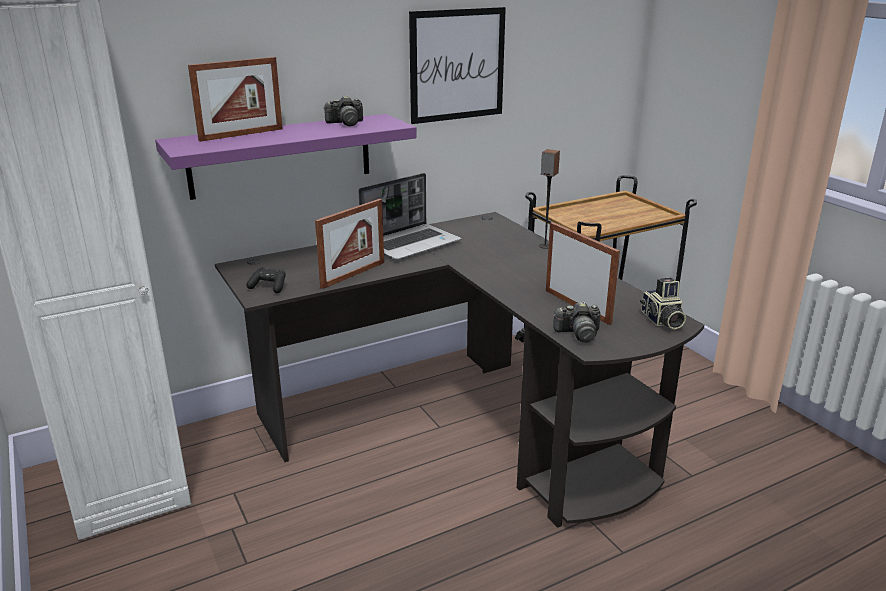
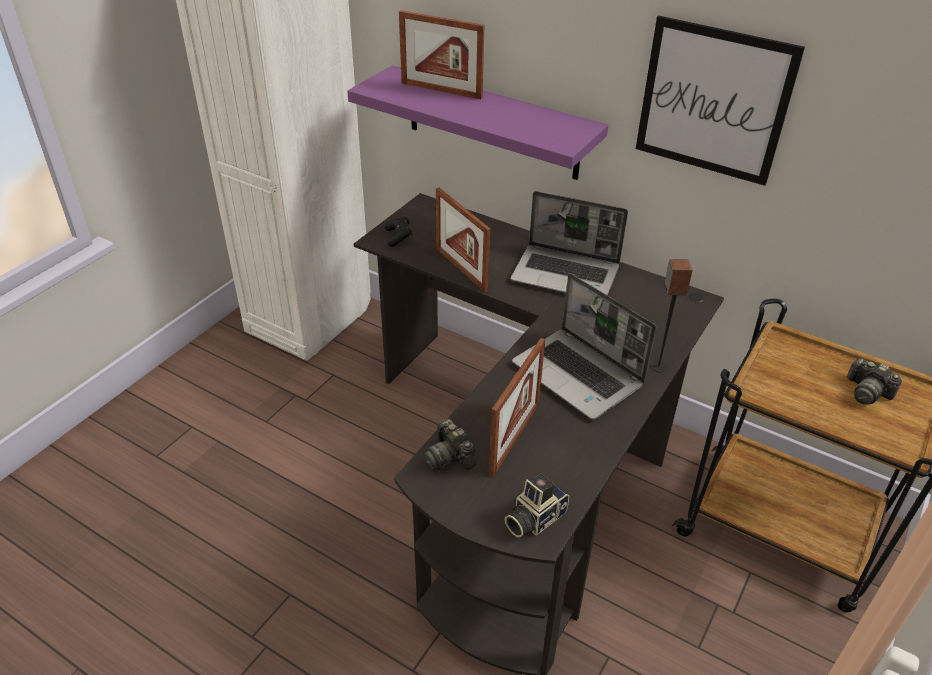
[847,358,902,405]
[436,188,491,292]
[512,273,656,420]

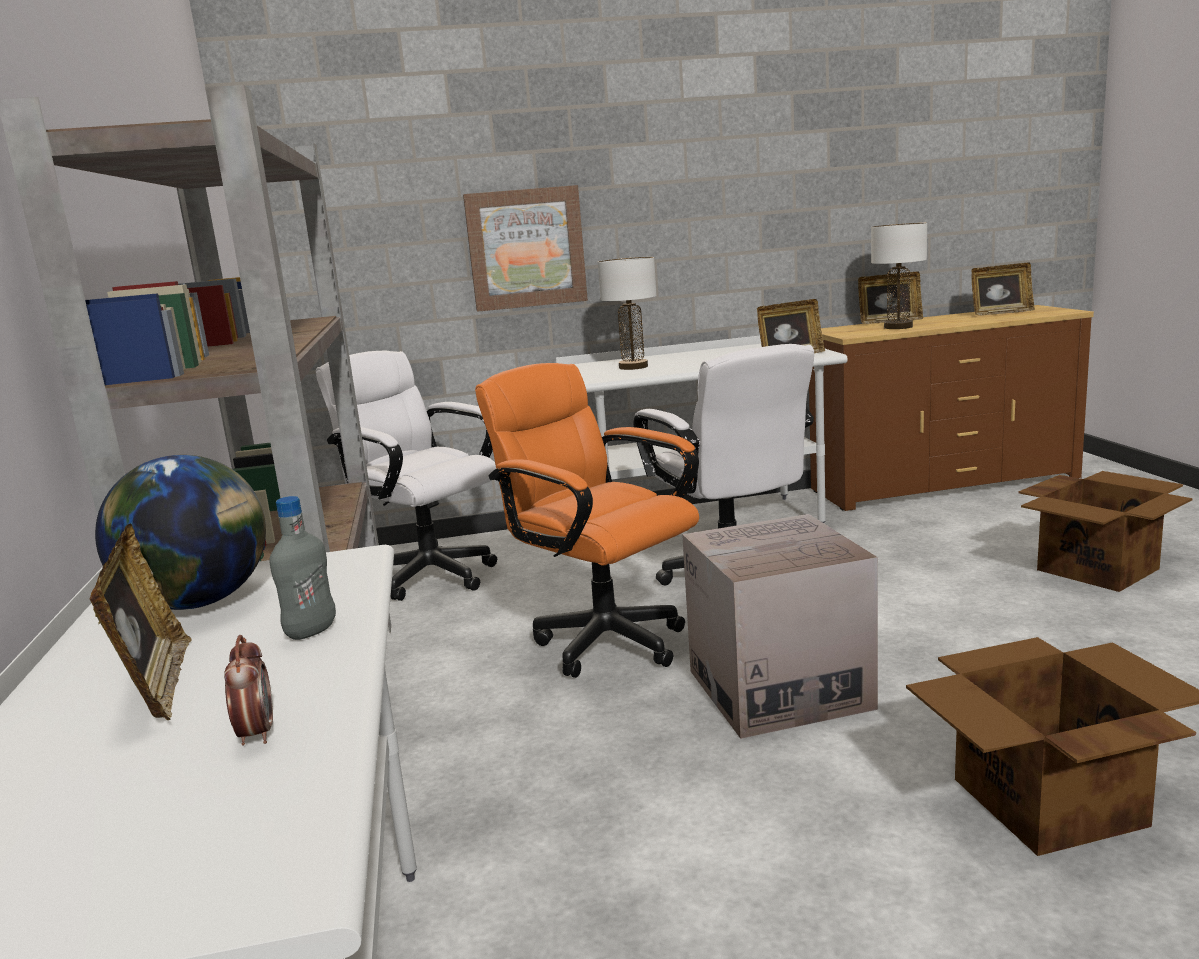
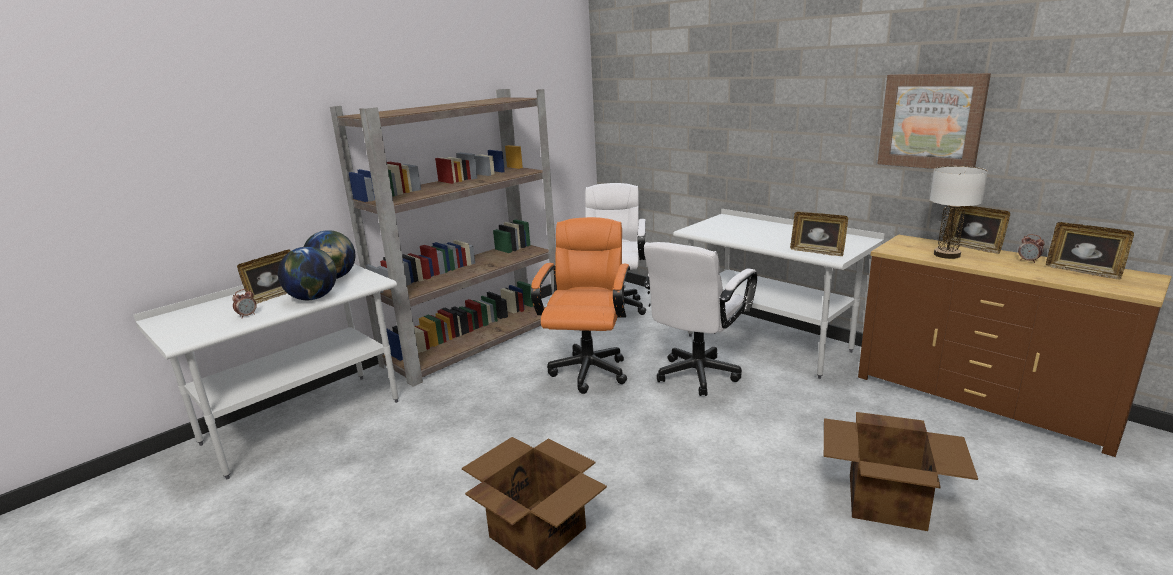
[878,73,991,169]
[598,257,657,370] (first image)
[278,247,337,300]
[682,514,878,739] (first image)
[1018,234,1045,263]

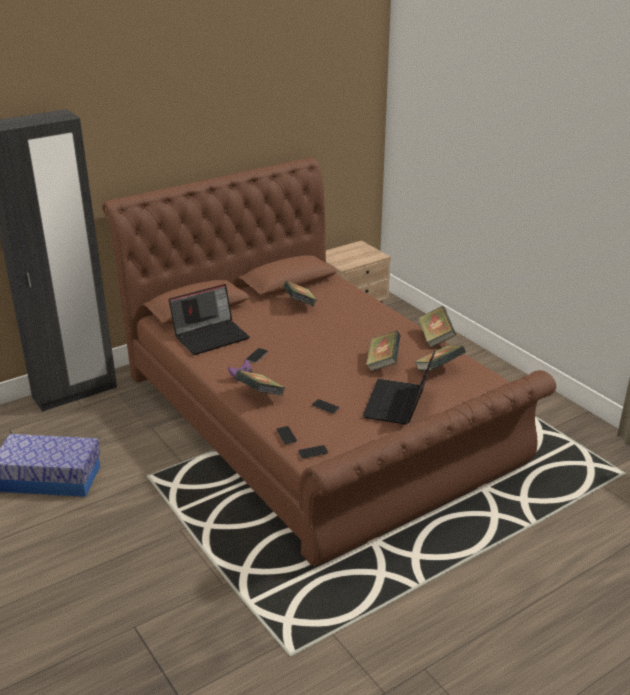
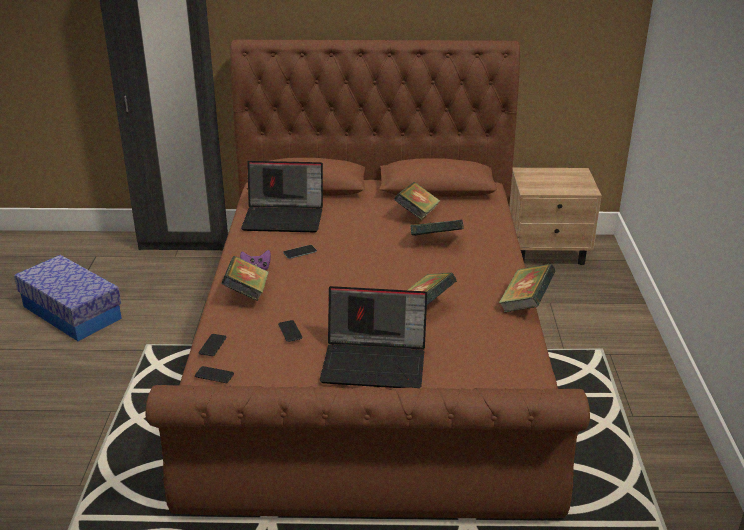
[410,220,464,236]
[320,286,427,388]

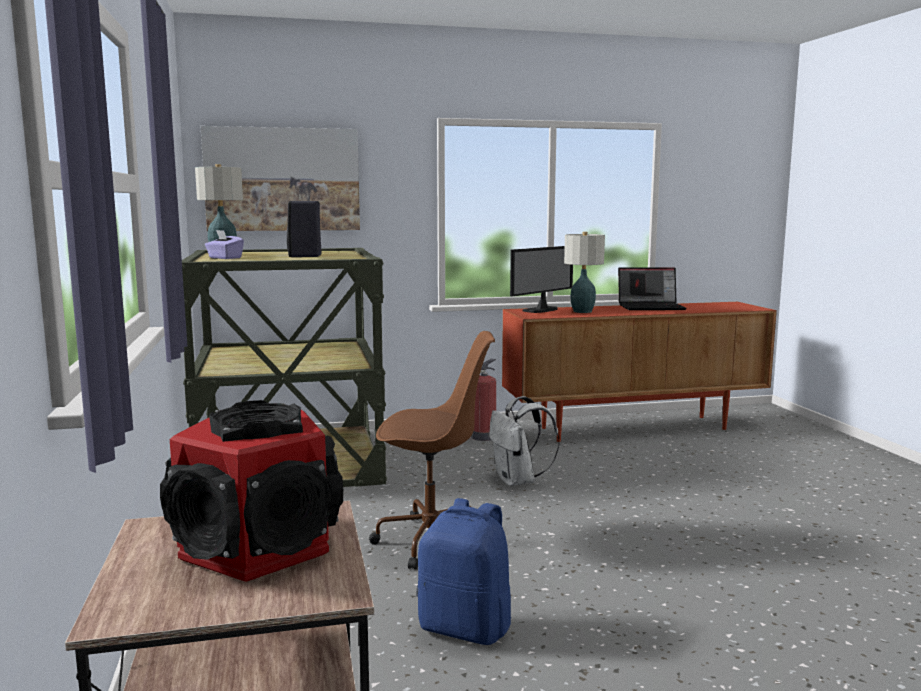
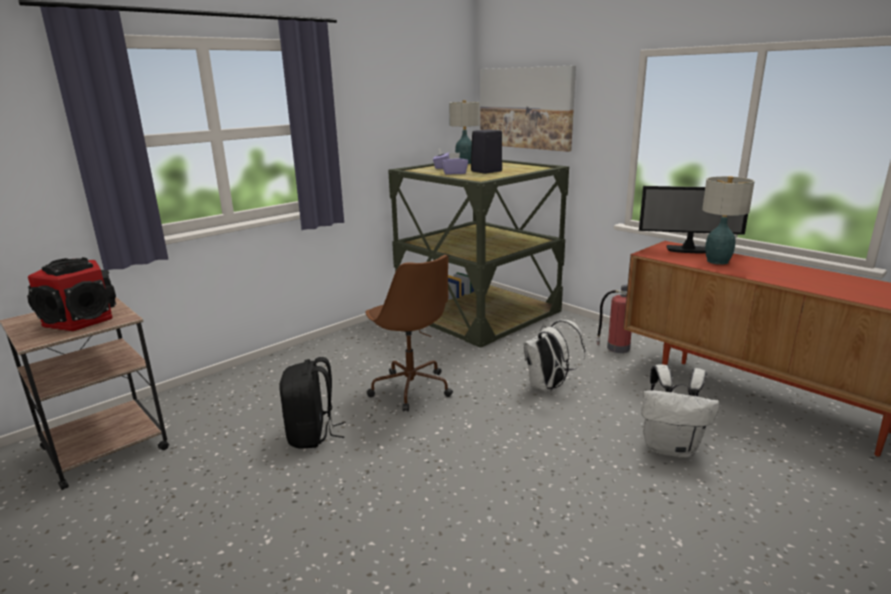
[618,267,687,310] (first image)
[279,357,346,449]
[441,152,468,175]
[641,364,719,458]

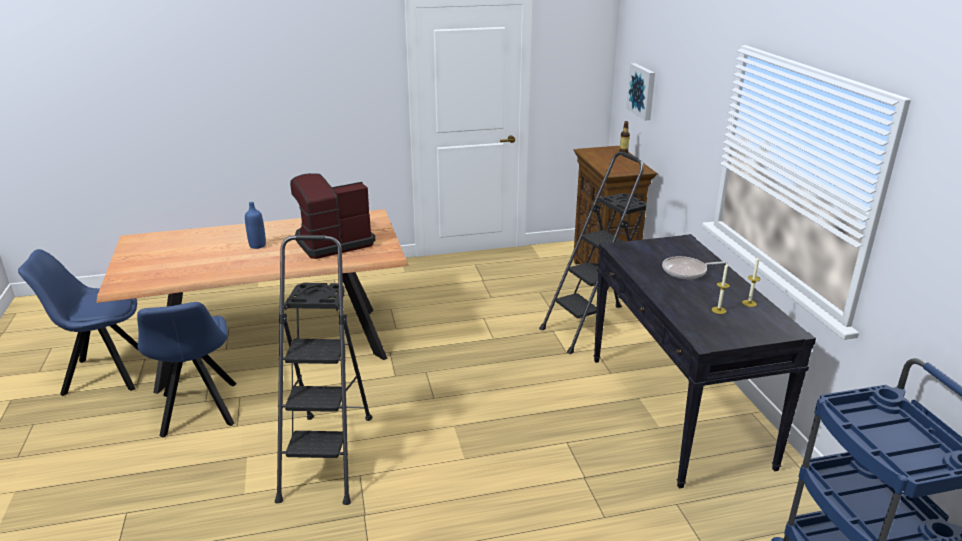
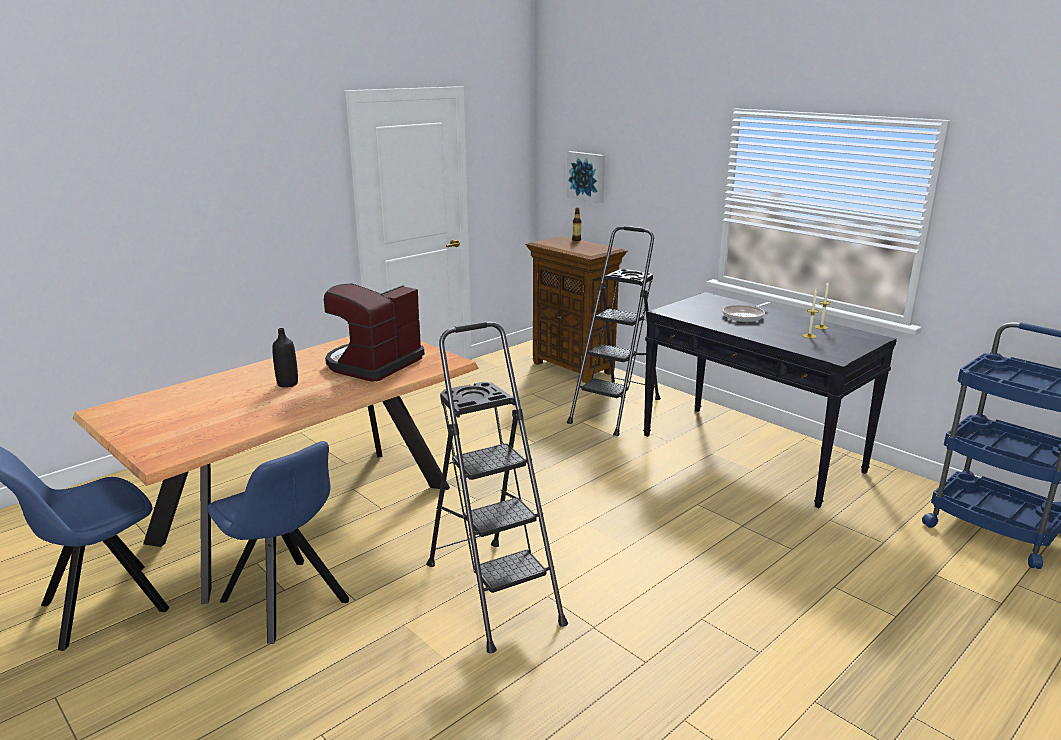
[272,328,298,388]

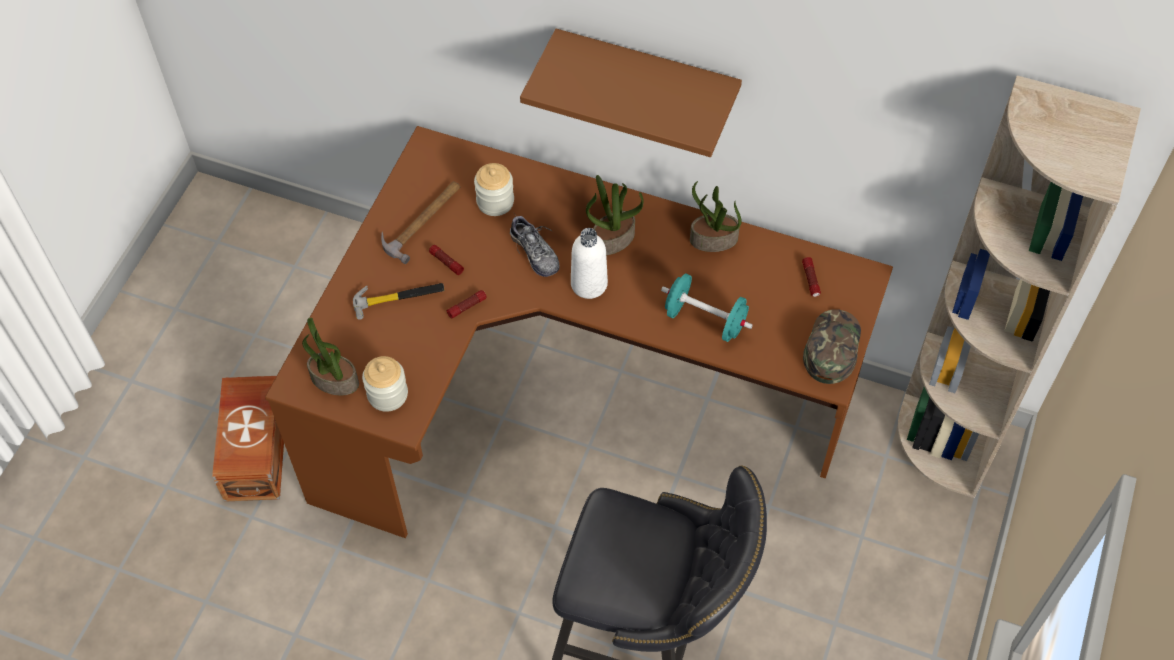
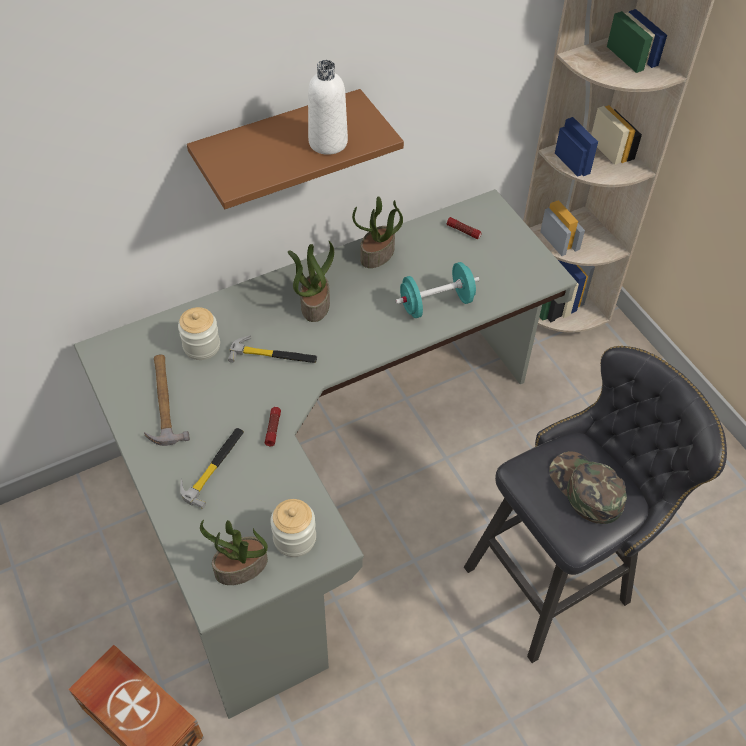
[74,189,577,719]
[228,335,317,363]
[308,60,348,155]
[429,245,464,275] (first image)
[549,451,627,524]

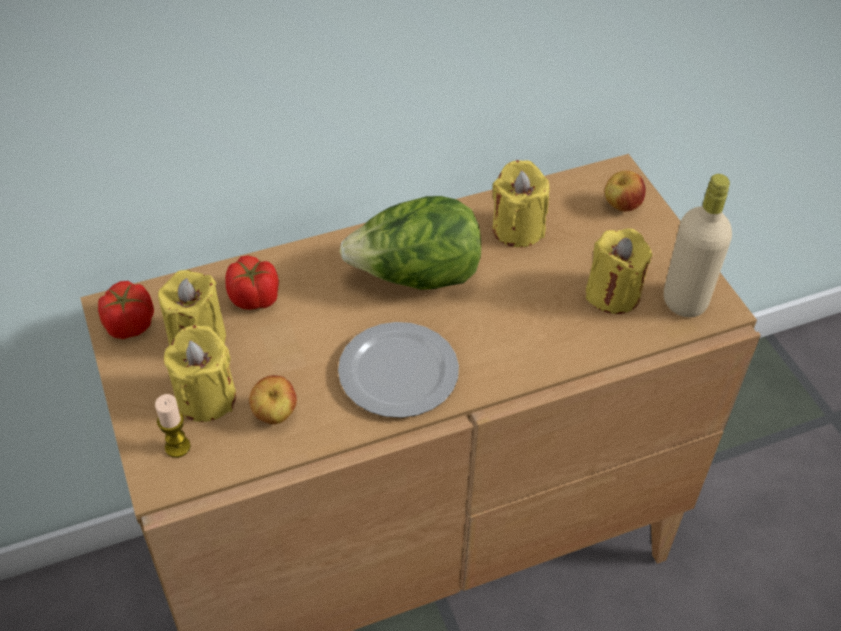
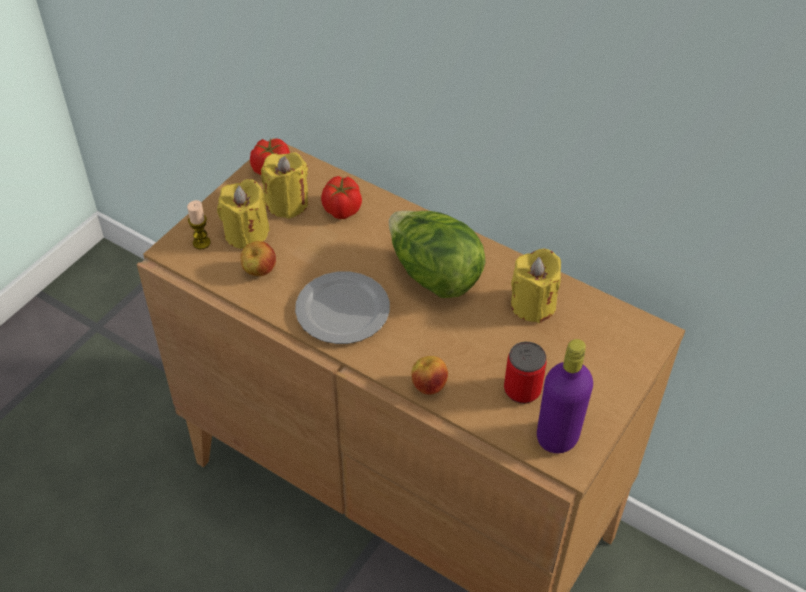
[411,356,448,395]
[537,339,593,453]
[504,342,546,404]

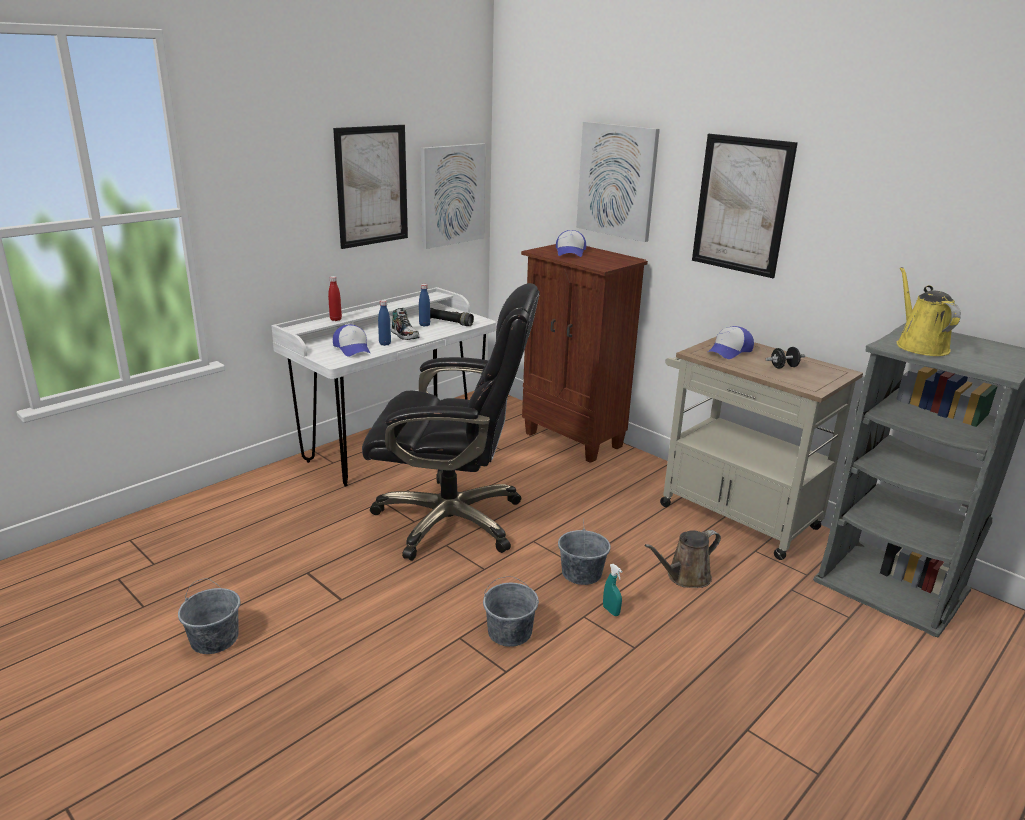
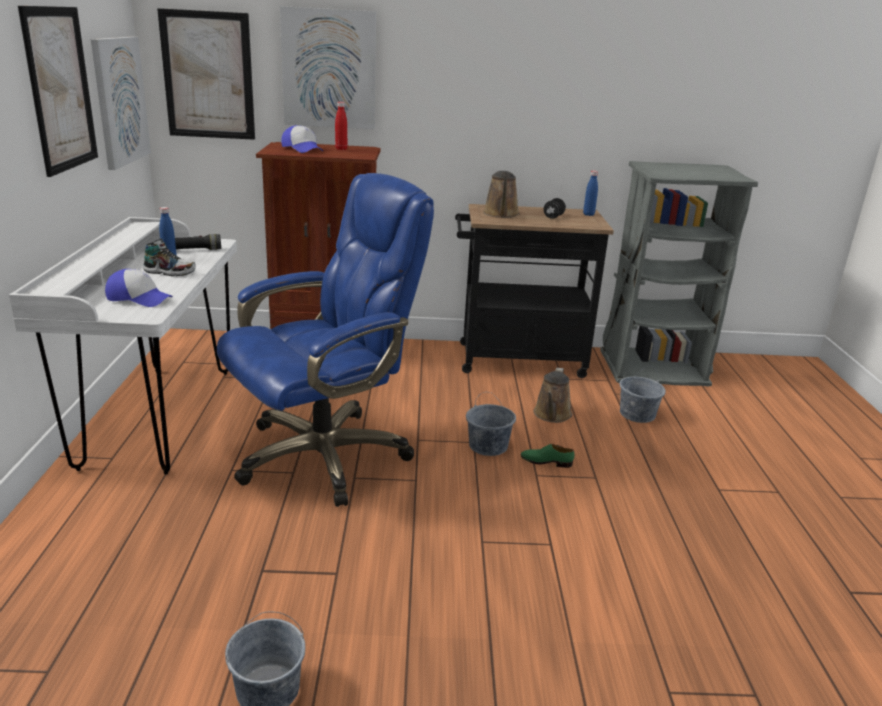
[157,8,255,140]
[897,267,961,356] (first image)
[335,102,347,150]
[217,173,434,507]
[583,171,598,216]
[483,171,520,218]
[455,204,614,378]
[521,444,574,468]
[619,365,666,423]

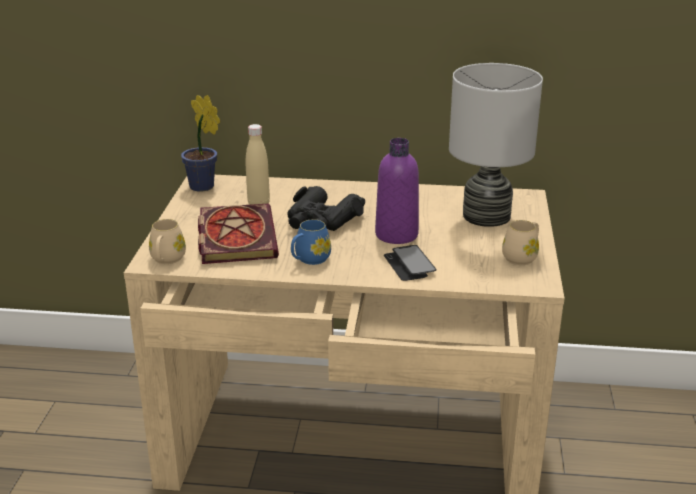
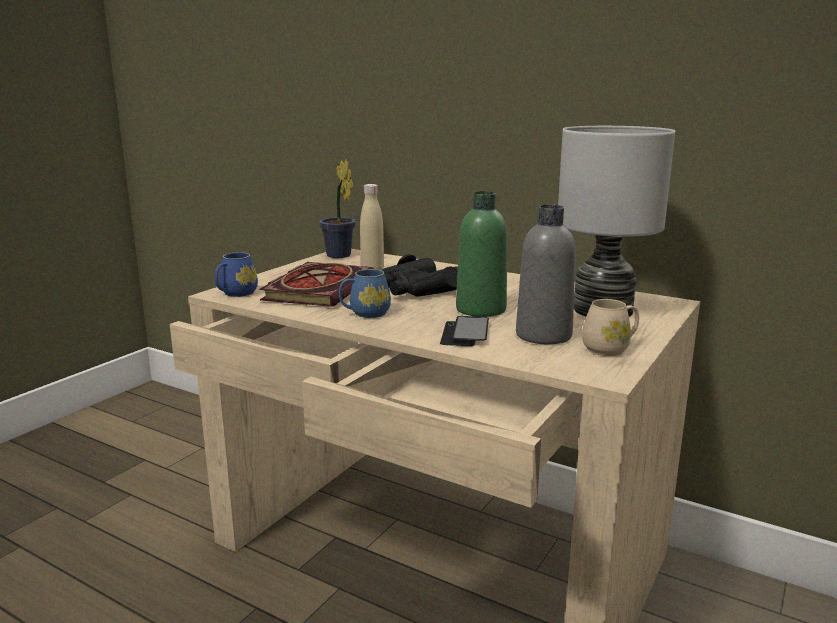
[456,191,507,317]
[214,252,258,297]
[516,205,576,344]

